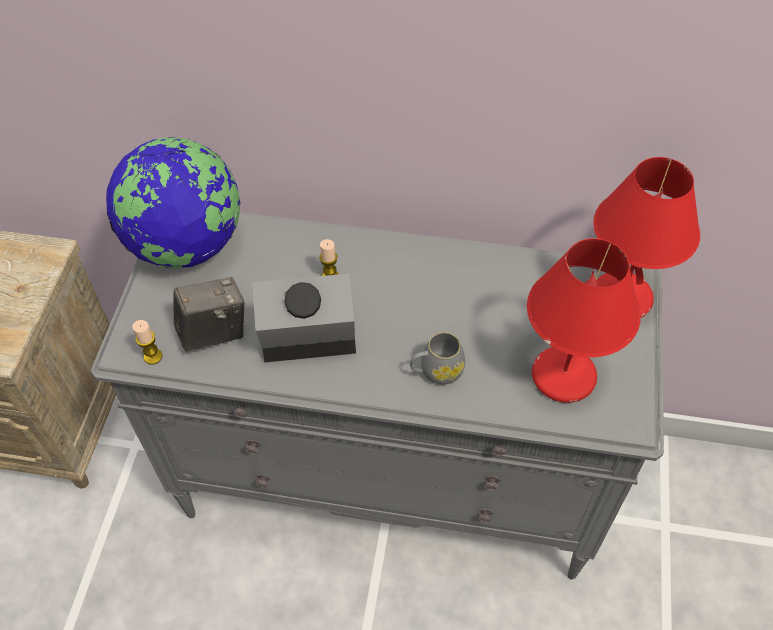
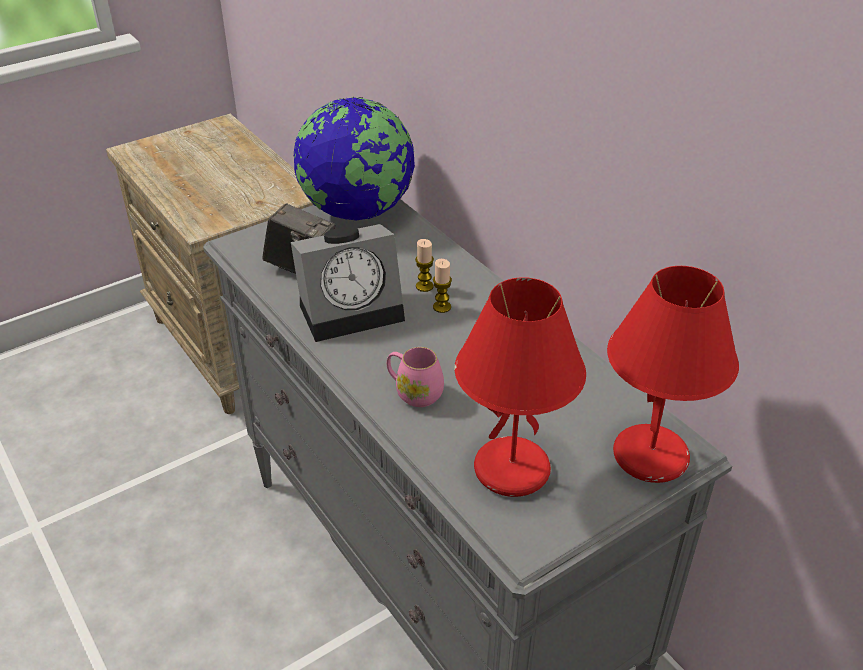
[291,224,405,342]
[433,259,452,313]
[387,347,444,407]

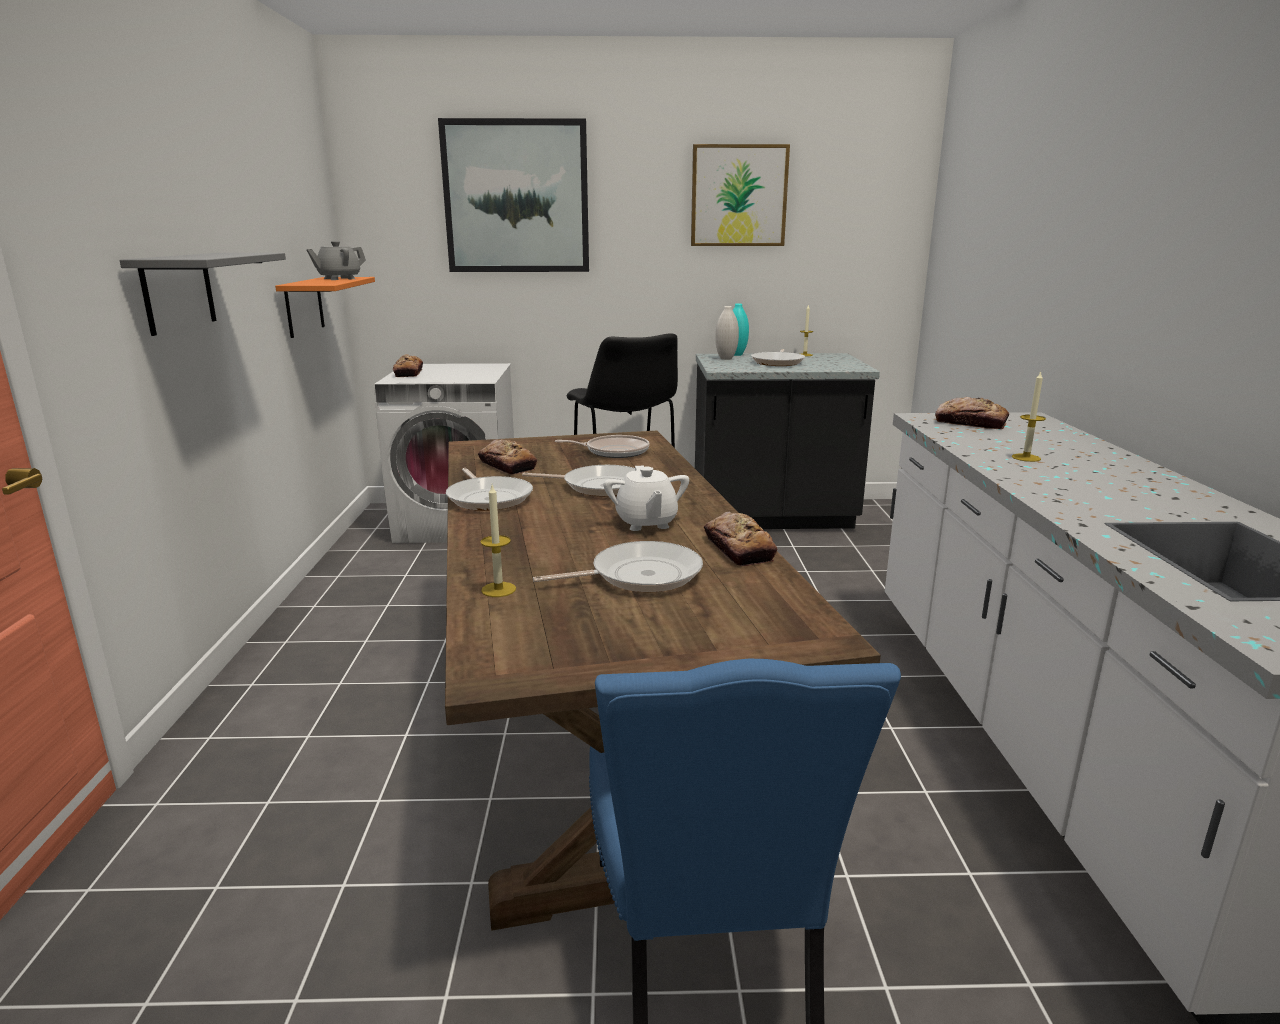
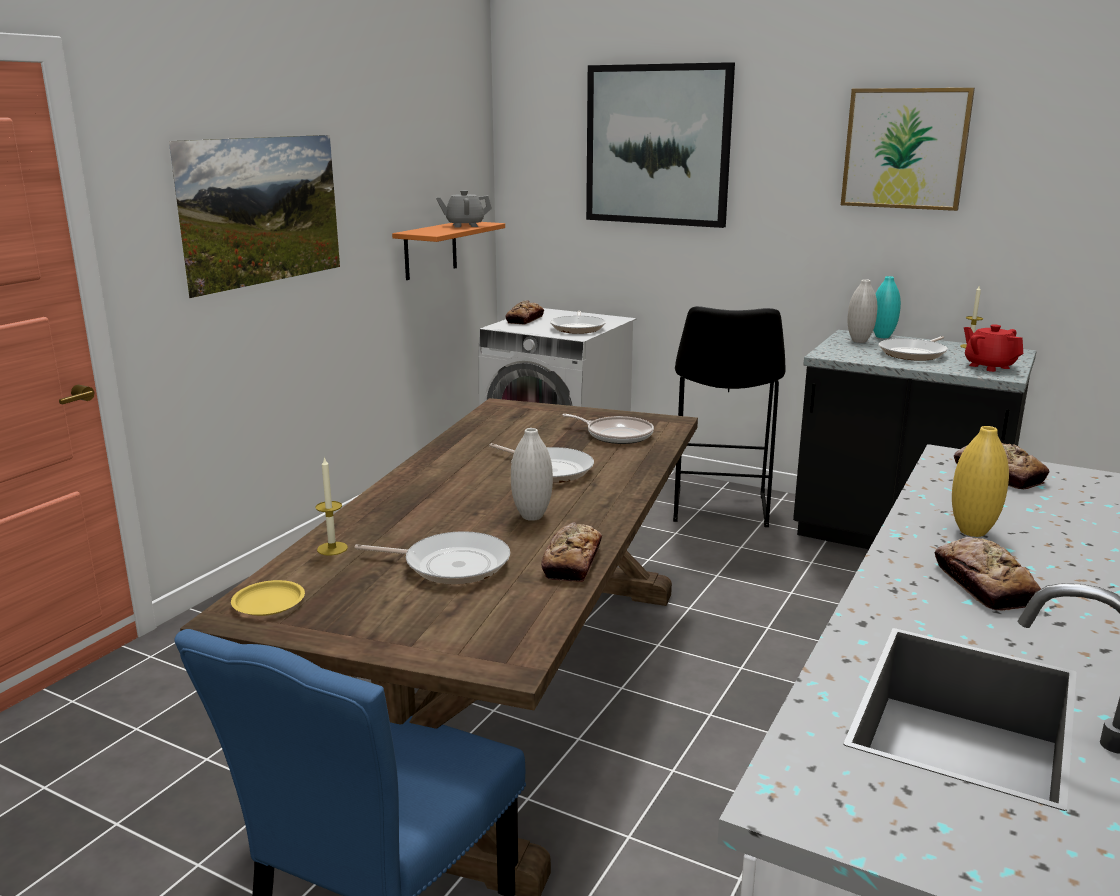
[169,135,340,298]
[952,426,1009,537]
[935,537,1041,610]
[511,428,553,521]
[550,311,606,334]
[964,324,1023,372]
[231,580,305,616]

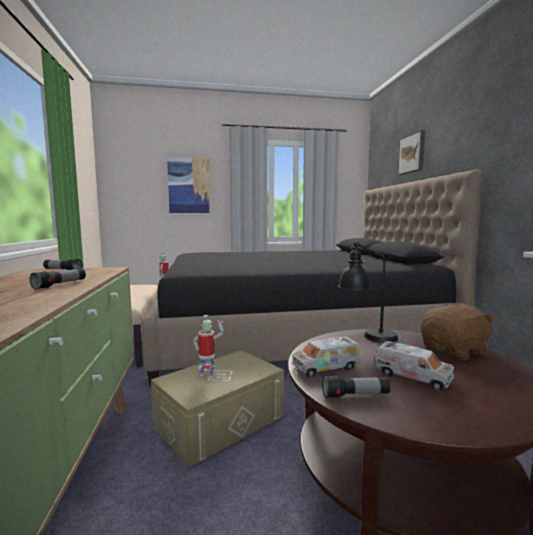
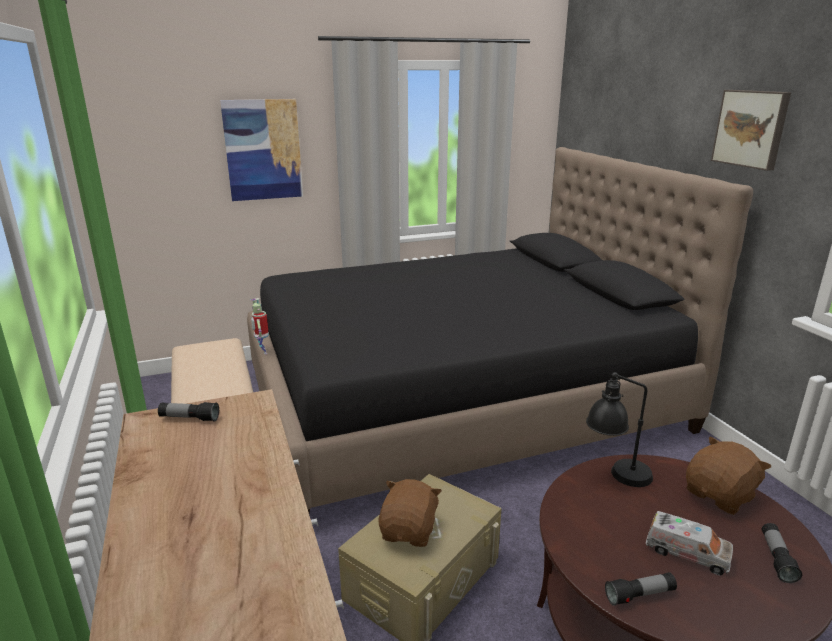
[711,90,791,171]
[762,523,802,583]
[378,479,442,547]
[292,337,361,378] (first image)

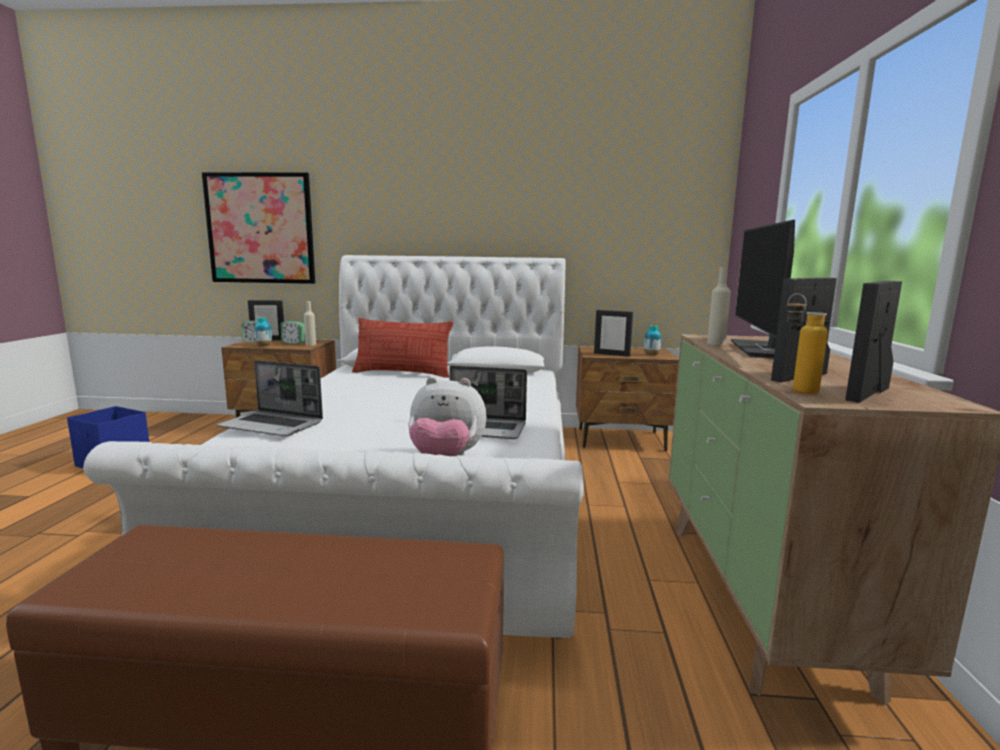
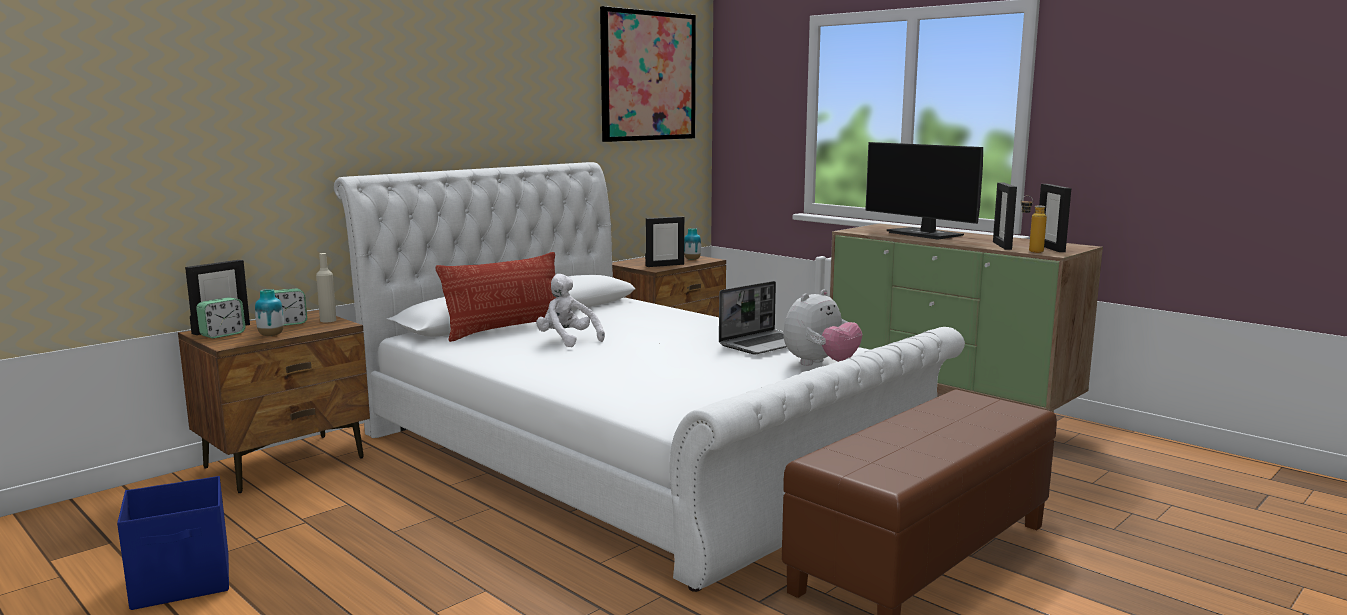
[600,6,696,142]
[707,267,731,345] (first image)
[217,360,323,437] (first image)
[536,274,605,347]

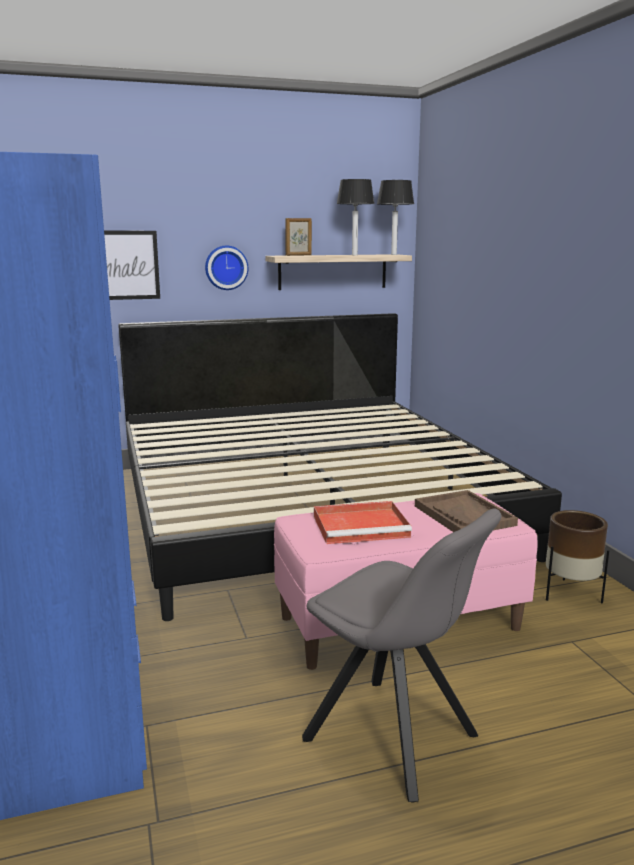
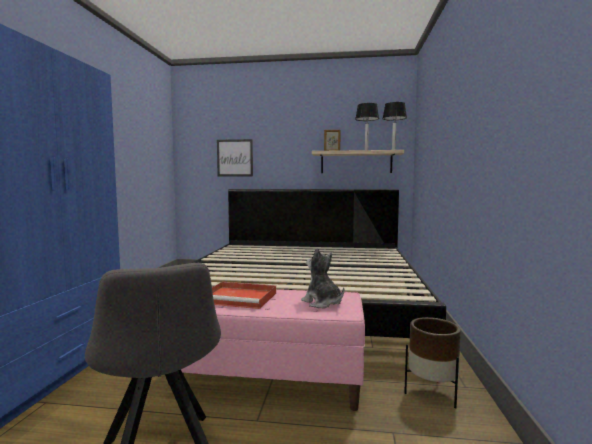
[205,246,248,290] (first image)
[301,248,344,308]

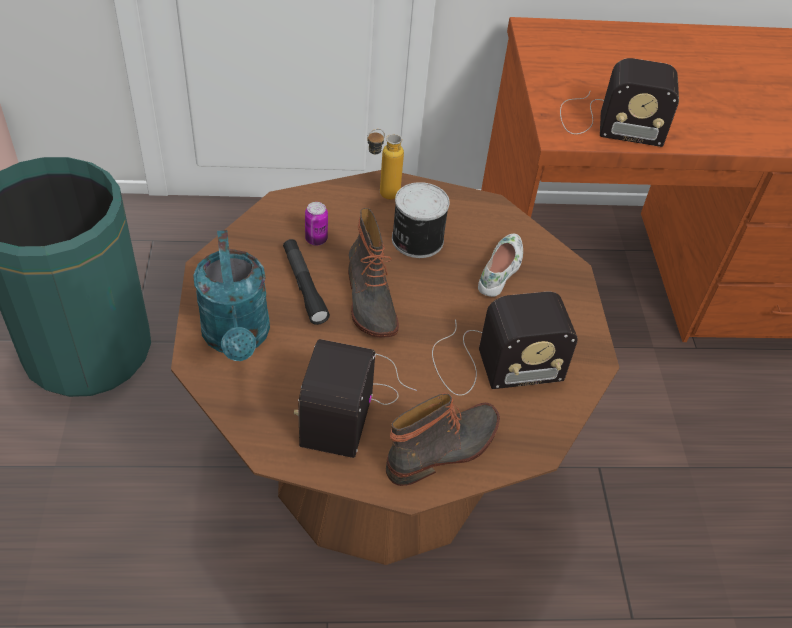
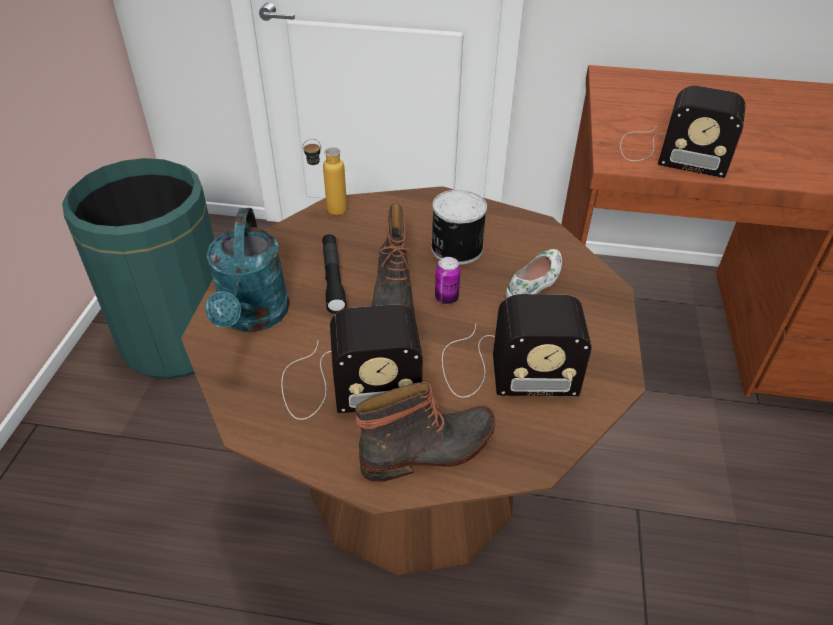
[302,138,347,215]
[435,257,461,304]
[281,304,423,420]

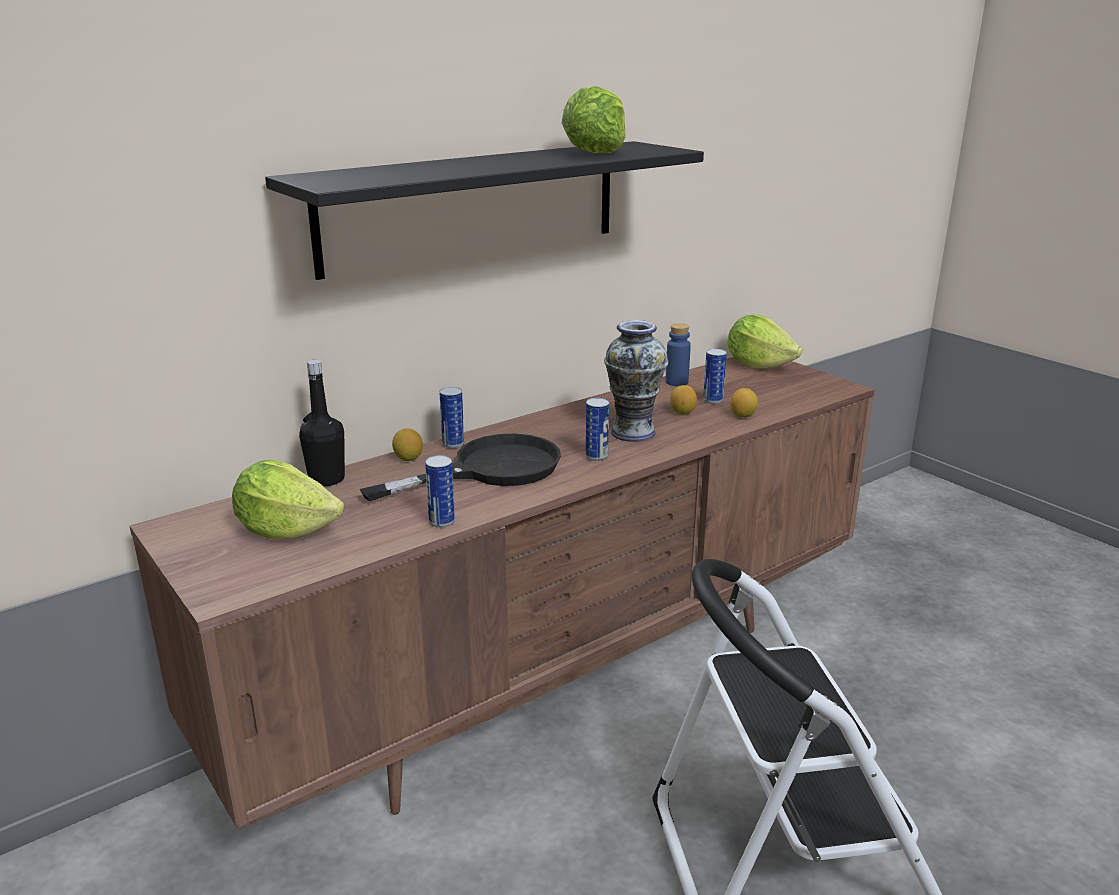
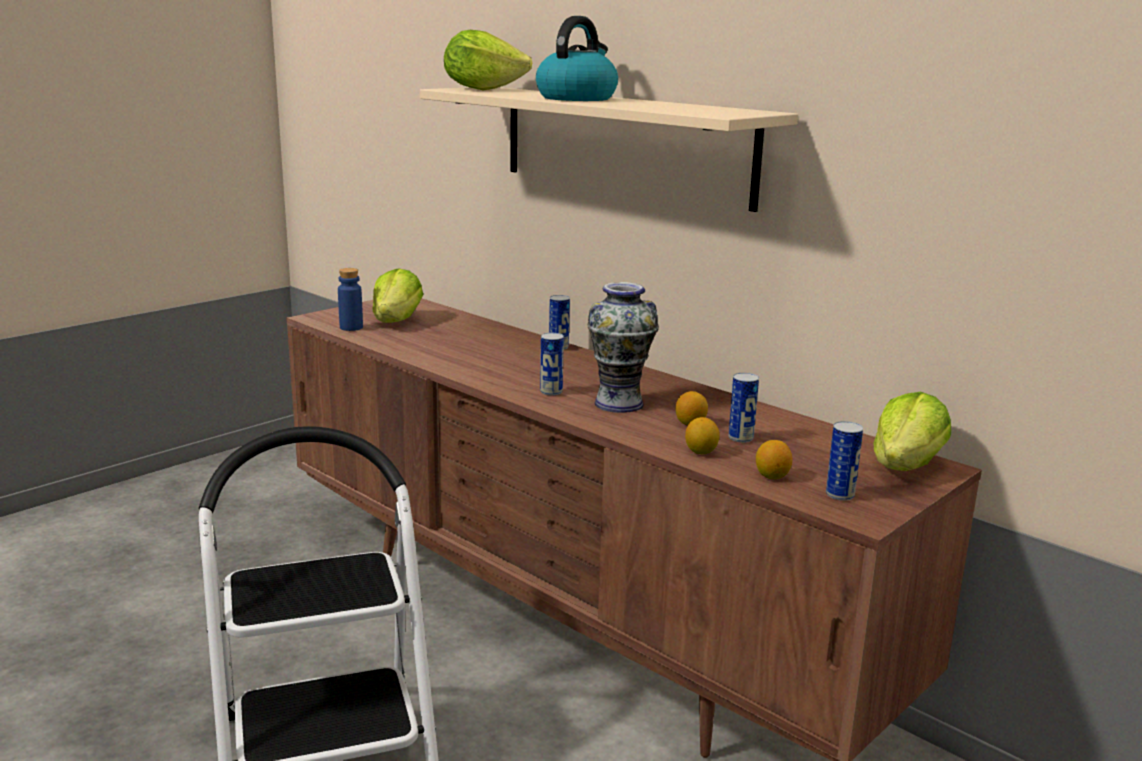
[444,30,532,90]
[420,87,798,212]
[338,268,363,331]
[299,360,345,486] (first image)
[756,440,792,479]
[360,433,561,502] (first image)
[826,421,863,501]
[536,16,618,101]

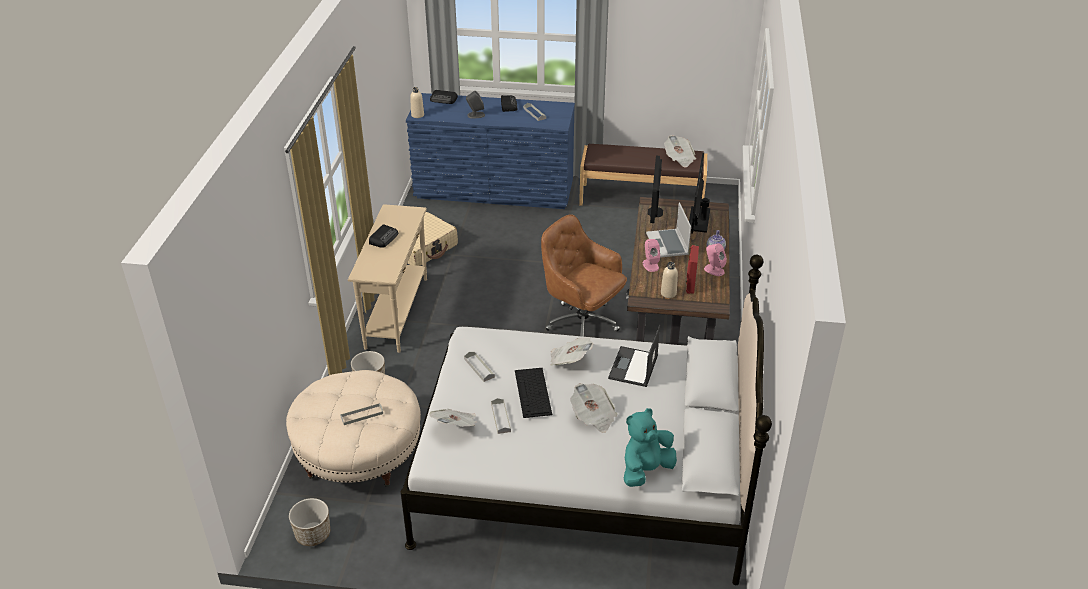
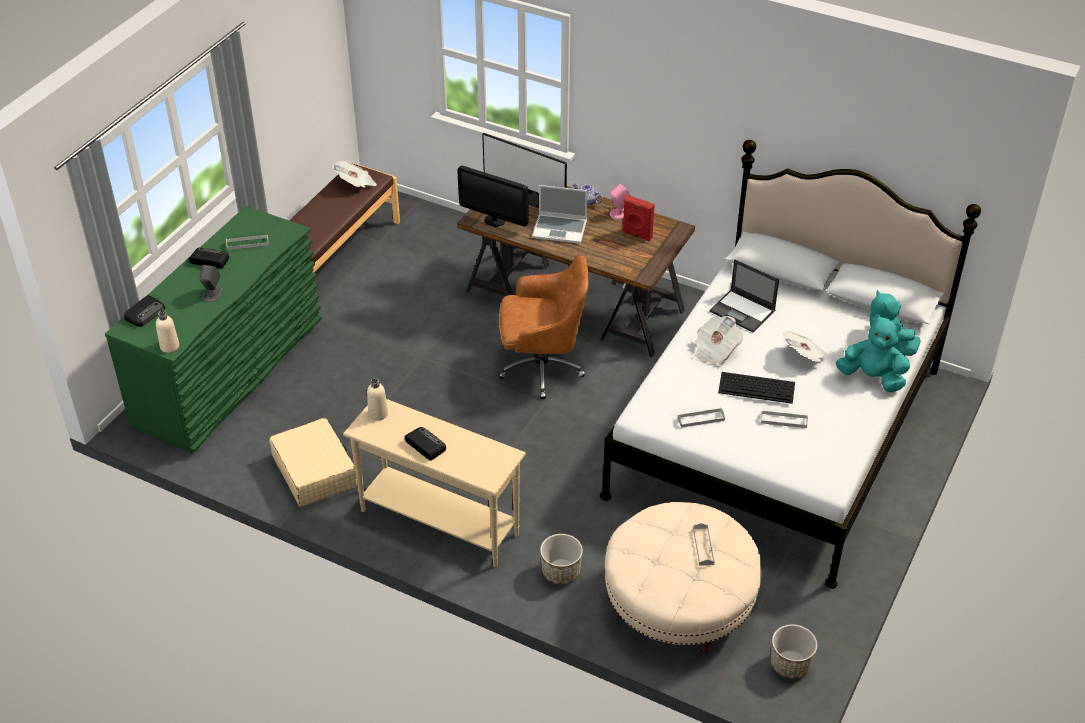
[105,206,322,453]
[499,254,589,399]
[643,239,660,272] (first image)
[367,378,388,421]
[430,409,476,427] (first image)
[836,314,910,392]

